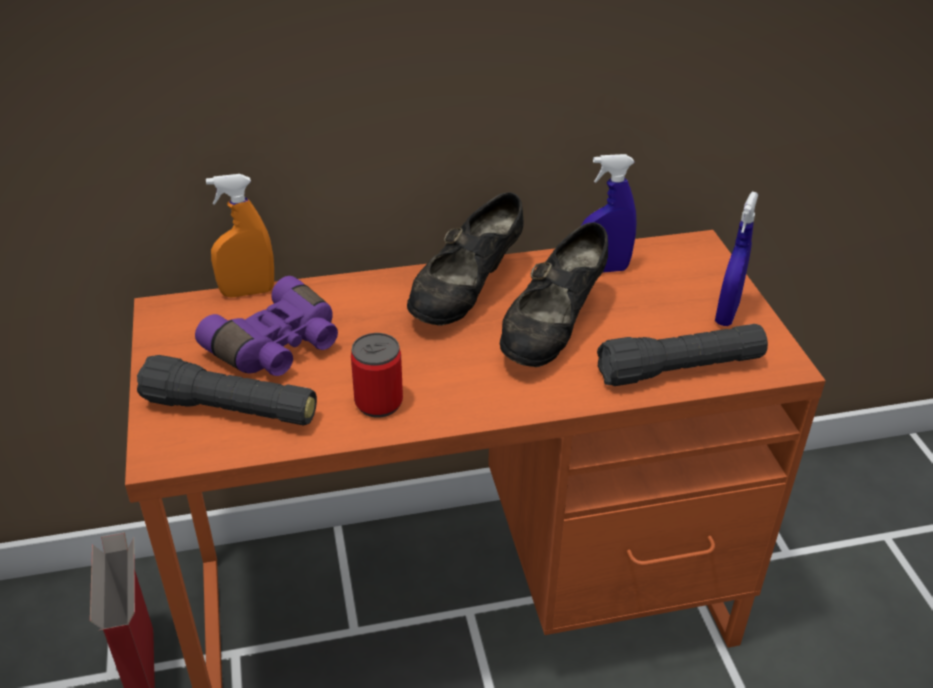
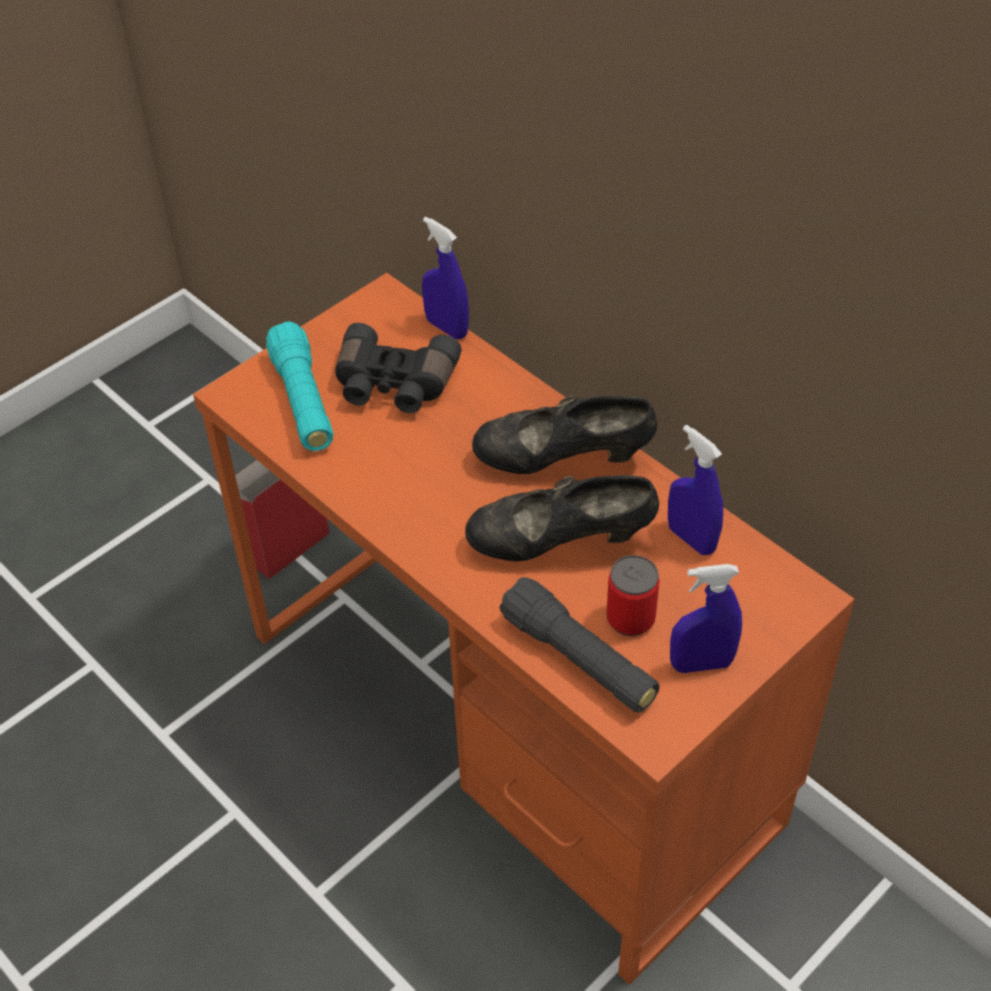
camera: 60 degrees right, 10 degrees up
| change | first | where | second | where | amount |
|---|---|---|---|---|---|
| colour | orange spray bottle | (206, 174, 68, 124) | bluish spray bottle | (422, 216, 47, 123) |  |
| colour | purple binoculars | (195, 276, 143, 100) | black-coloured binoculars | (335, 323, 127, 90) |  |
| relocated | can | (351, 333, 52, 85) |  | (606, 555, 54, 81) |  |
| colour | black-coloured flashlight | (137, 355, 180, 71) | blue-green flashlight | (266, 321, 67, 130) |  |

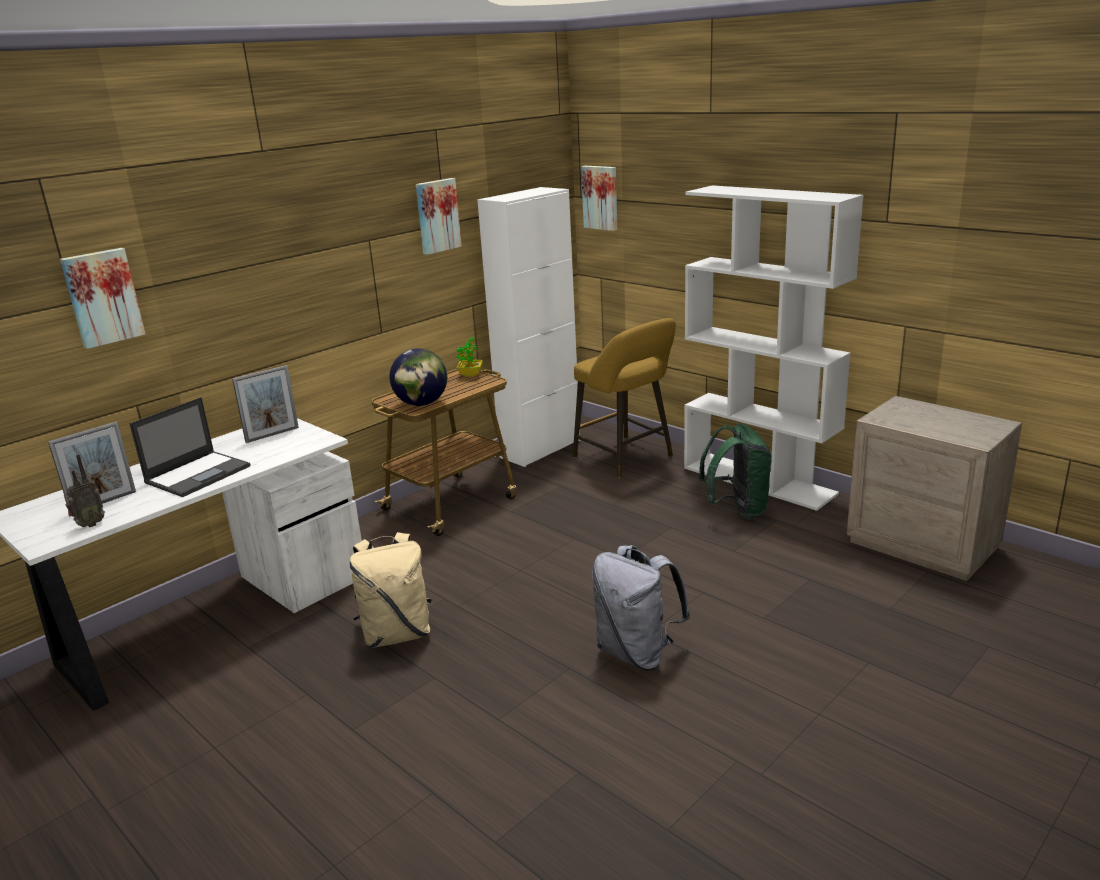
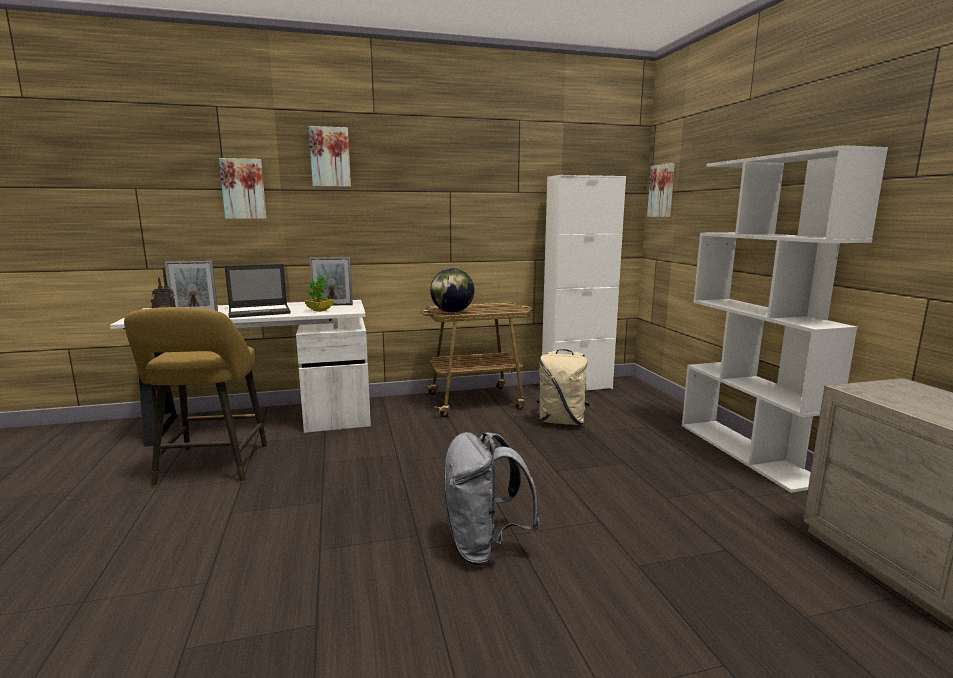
camera: 30 degrees right, 10 degrees down
| change | first | where | second | where | amount |
|---|---|---|---|---|---|
| relocated | picture | (416, 178, 46, 77) |  | (309, 126, 42, 61) |  |
| relocated | yellowish sitting stool | (573, 318, 103, 160) |  | (124, 307, 143, 179) |  |
| relocated | plant in a pot | (457, 337, 26, 40) |  | (305, 276, 29, 36) |  |
| missing | green-coloured knapsack | (699, 423, 73, 96) |  |  |  |
| relocated | beige-coloured knapsack | (350, 532, 82, 116) |  | (537, 349, 53, 76) |  |

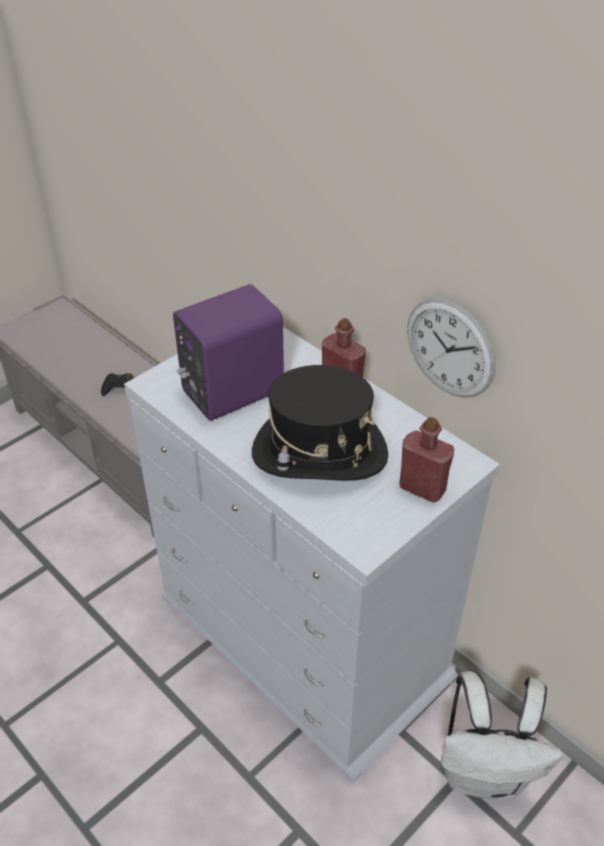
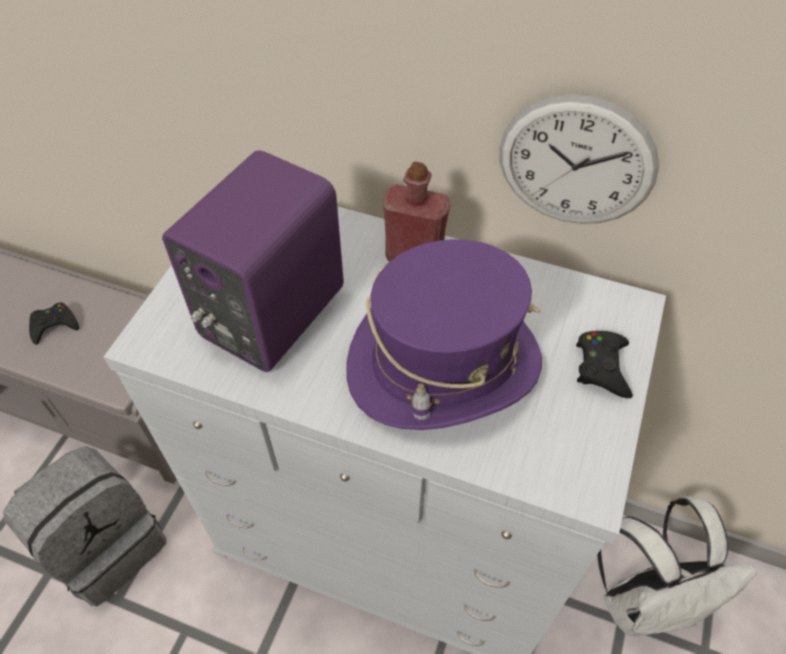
camera: 25 degrees left, 10 degrees up
| change | first | where | second | where | amount |
|---|---|---|---|---|---|
| colour | black-coloured wearable hat | (252, 365, 136, 116) | purple wearable hat | (346, 239, 196, 191) |  |
| exchanged | red-coloured beverage bottle | (399, 417, 55, 86) | black-coloured joypad | (576, 331, 57, 67) |  |
| appeared |  |  | greyish knapsack | (3, 446, 163, 160) |  |

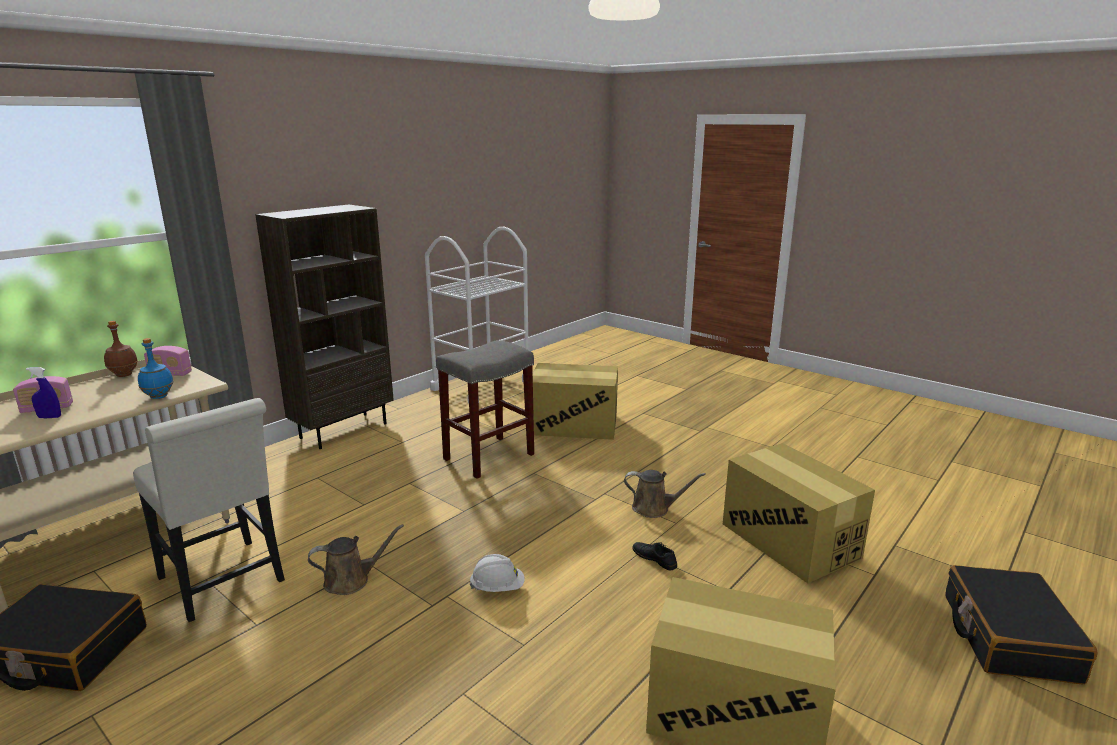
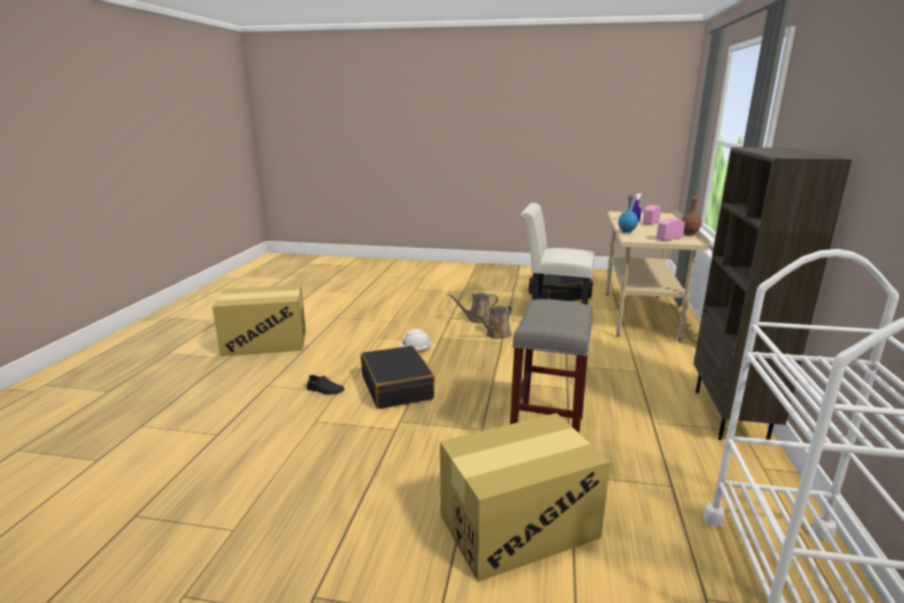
camera: 150 degrees right, 0 degrees up
| change | first | where | second | where | amount |
|---|---|---|---|---|---|
| missing | packing box | (723, 443, 152, 140) |  |  |  |
| relocated | brown sprinkling can | (624, 470, 82, 48) |  | (448, 293, 50, 30) |  |
| relocated | black-coloured suitcase | (945, 565, 153, 119) |  | (361, 345, 74, 64) |  |

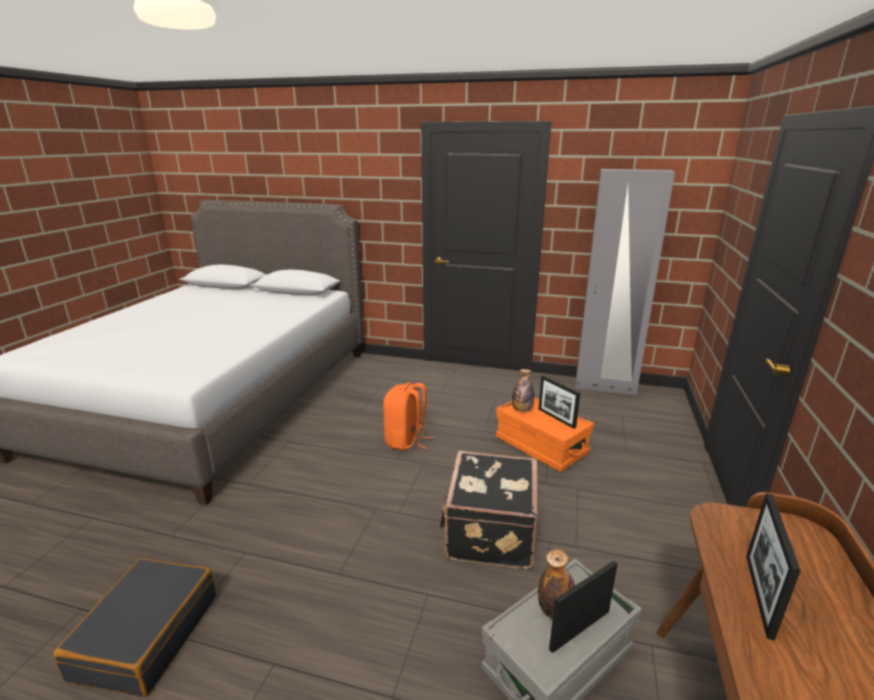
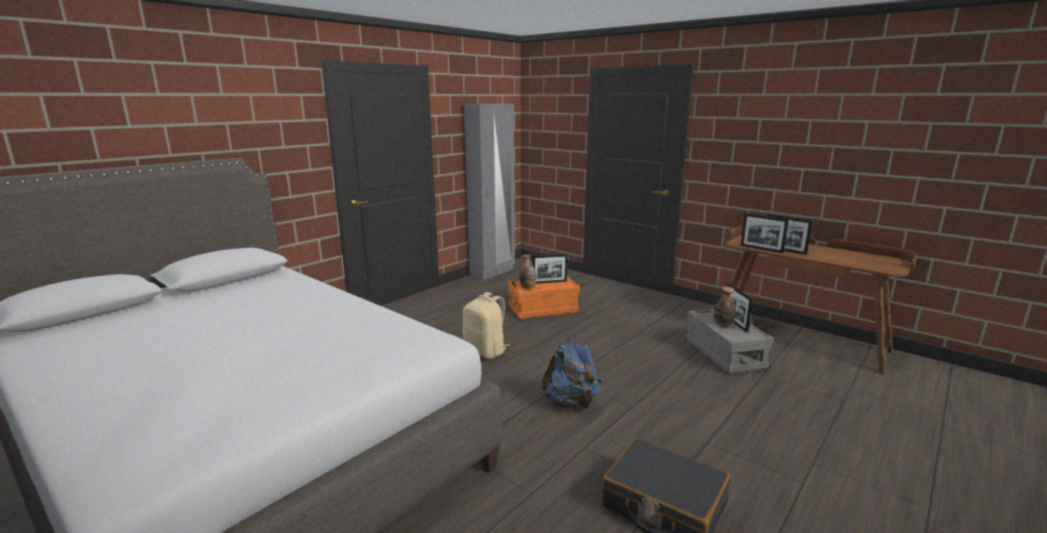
camera: 65 degrees left, 5 degrees down
| change | first | where | second | where | amount |
|---|---|---|---|---|---|
| colour | orange knapsack | (383, 383, 51, 68) | beige-coloured knapsack | (463, 292, 46, 67) |  |
| missing | black-coloured suitcase | (439, 451, 99, 118) |  |  |  |
| appeared |  |  | picture frame | (741, 213, 48, 40) |  |
| appeared |  |  | bluish knapsack | (541, 335, 60, 74) |  |

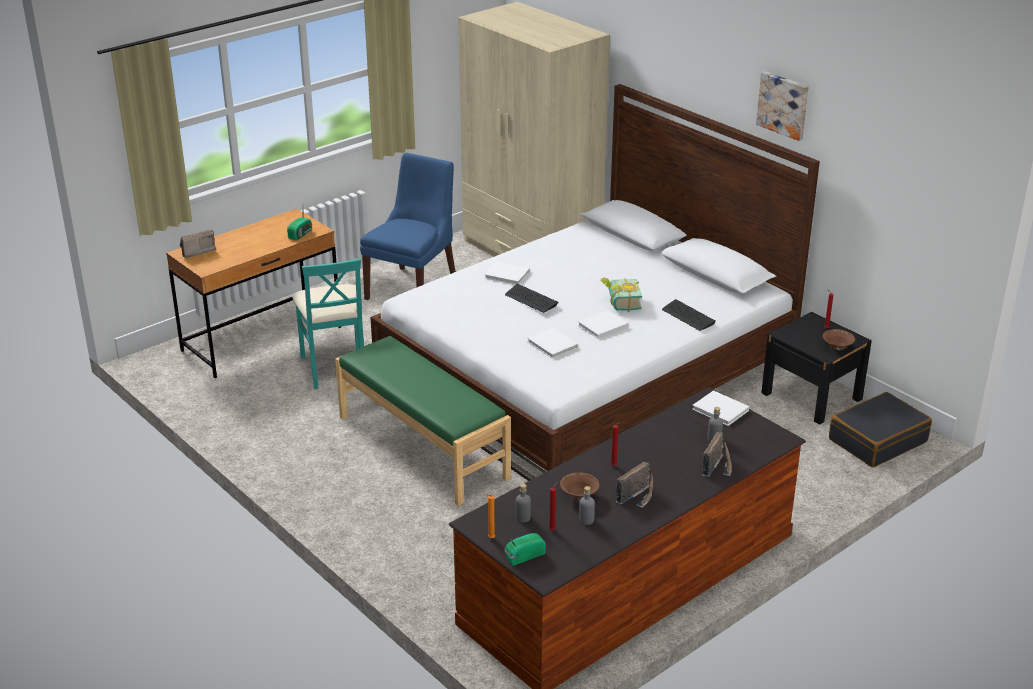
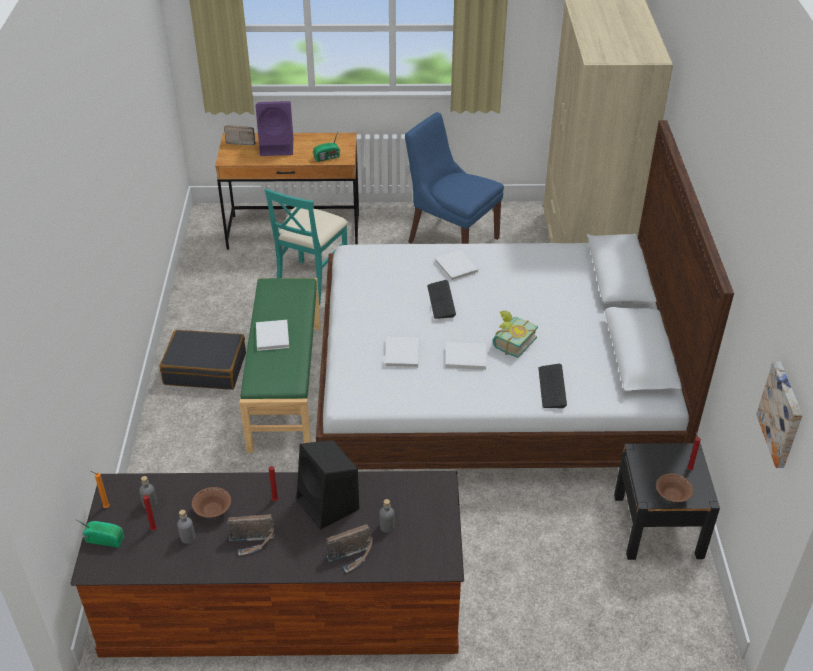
camera: 40 degrees right, 10 degrees up
| change | first | where | second | where | amount |
|---|---|---|---|---|---|
| relocated | picture | (756, 71, 53, 70) |  | (756, 362, 47, 106) |  |
| spun | bluish upright chair | (360, 153, 96, 147) |  | (405, 112, 99, 132) | 120 degrees counterclockwise |
| relocated | whitish book | (692, 390, 57, 36) |  | (256, 320, 33, 31) |  |
| relocated | black-coloured suitcase | (829, 392, 103, 75) |  | (159, 330, 87, 60) |  |
| appeared |  |  | purple speaker | (255, 101, 38, 55) |  |
| appeared |  |  | black-coloured speaker | (296, 440, 63, 90) |  |

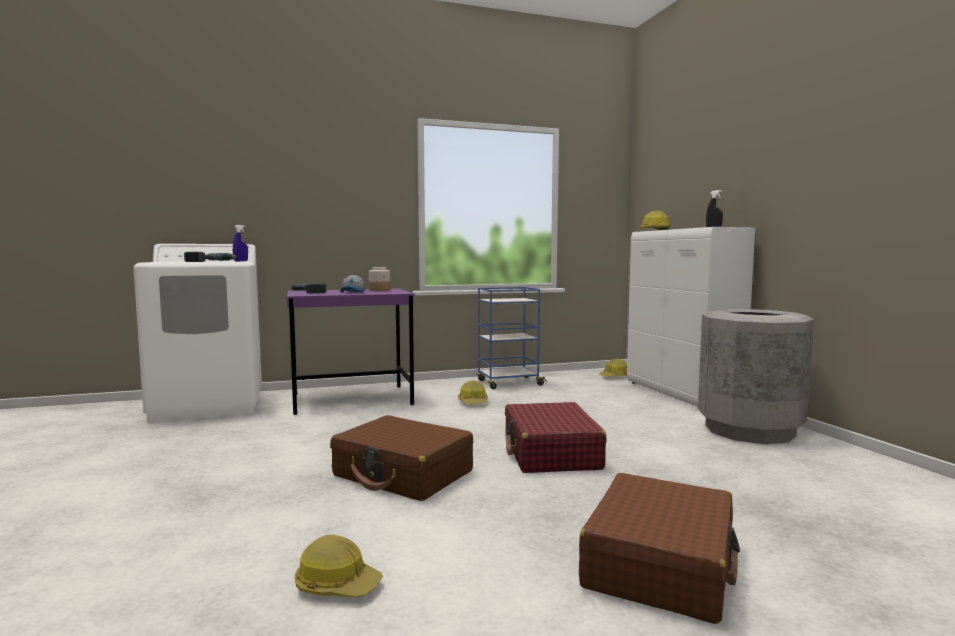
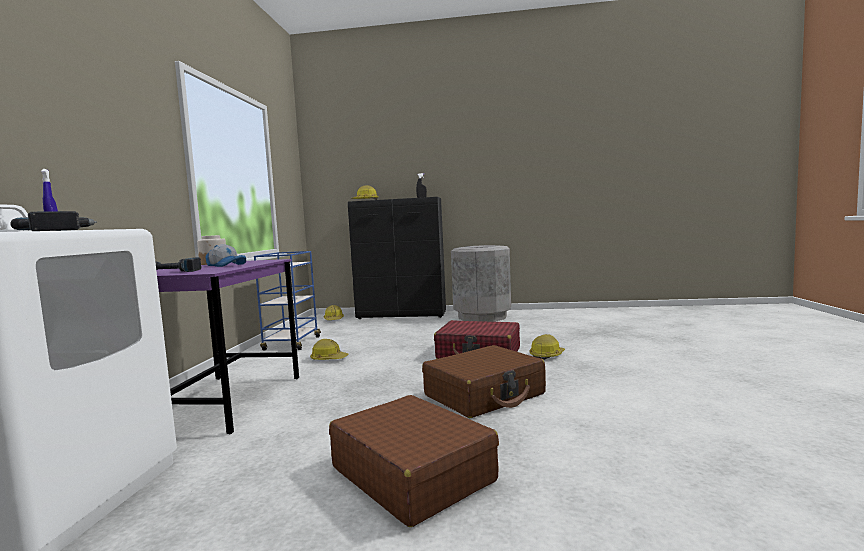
camera: 65 degrees left, 0 degrees up
| change | first | where | second | where | amount |
|---|---|---|---|---|---|
| colour | whitish storage cabinet | (627, 227, 128, 180) | black-coloured storage cabinet | (348, 197, 98, 122) |  |
| relocated | brown suitcase | (579, 473, 161, 151) |  | (329, 395, 170, 132) |  |
| relocated | hard hat | (295, 535, 88, 62) |  | (529, 334, 36, 26) |  |

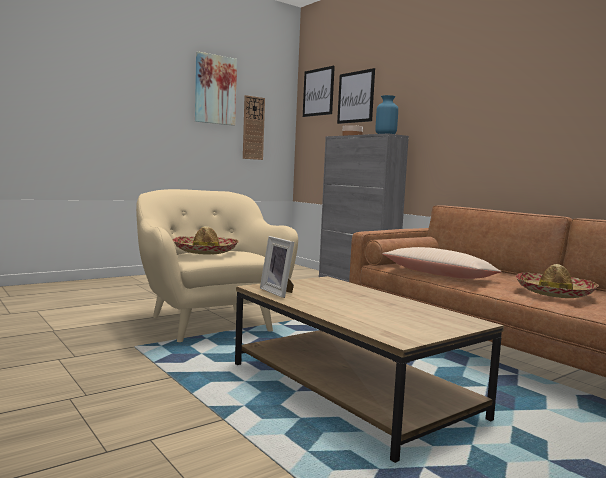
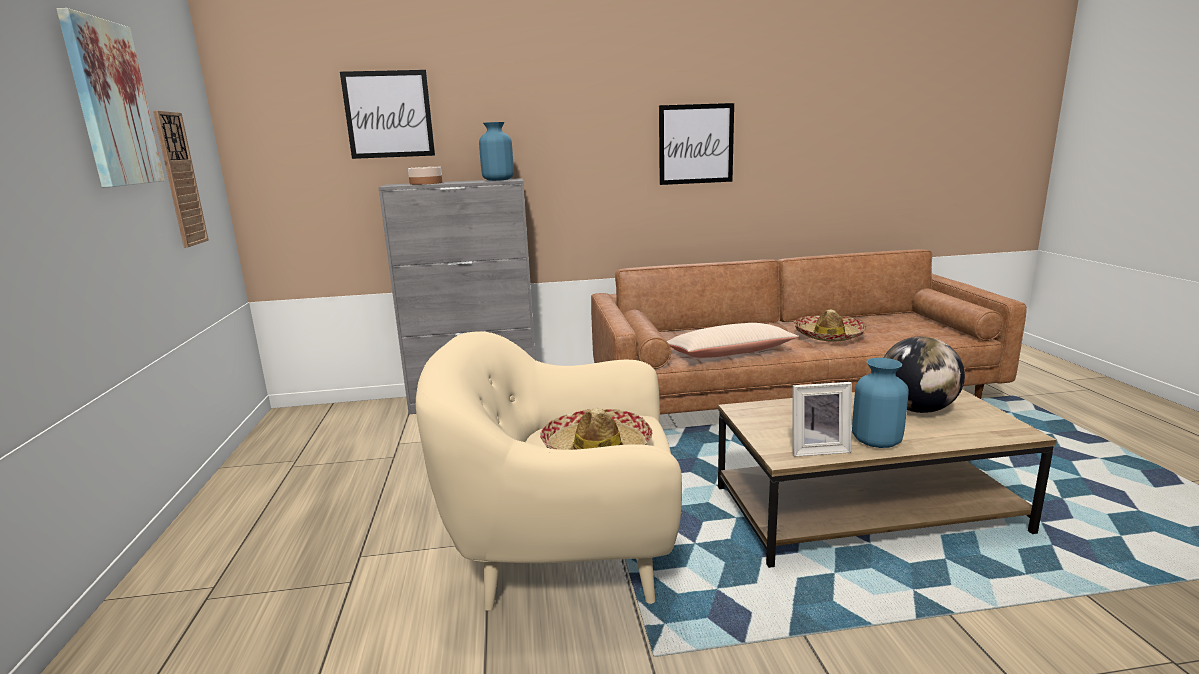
camera: 60 degrees left, 10 degrees up
| change | first | where | second | where | amount |
|---|---|---|---|---|---|
| relocated | picture | (303, 66, 32, 51) |  | (659, 103, 75, 82) |  |
| appeared |  |  | world globe | (884, 336, 81, 77) |  |
| appeared |  |  | bluish flower vase | (852, 358, 57, 90) |  |

